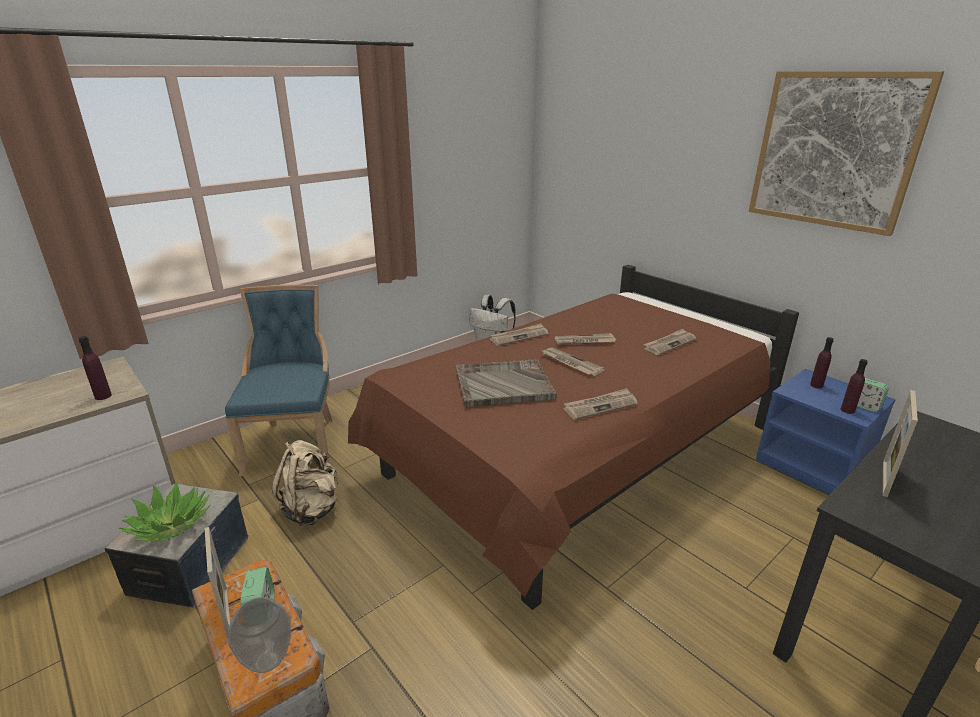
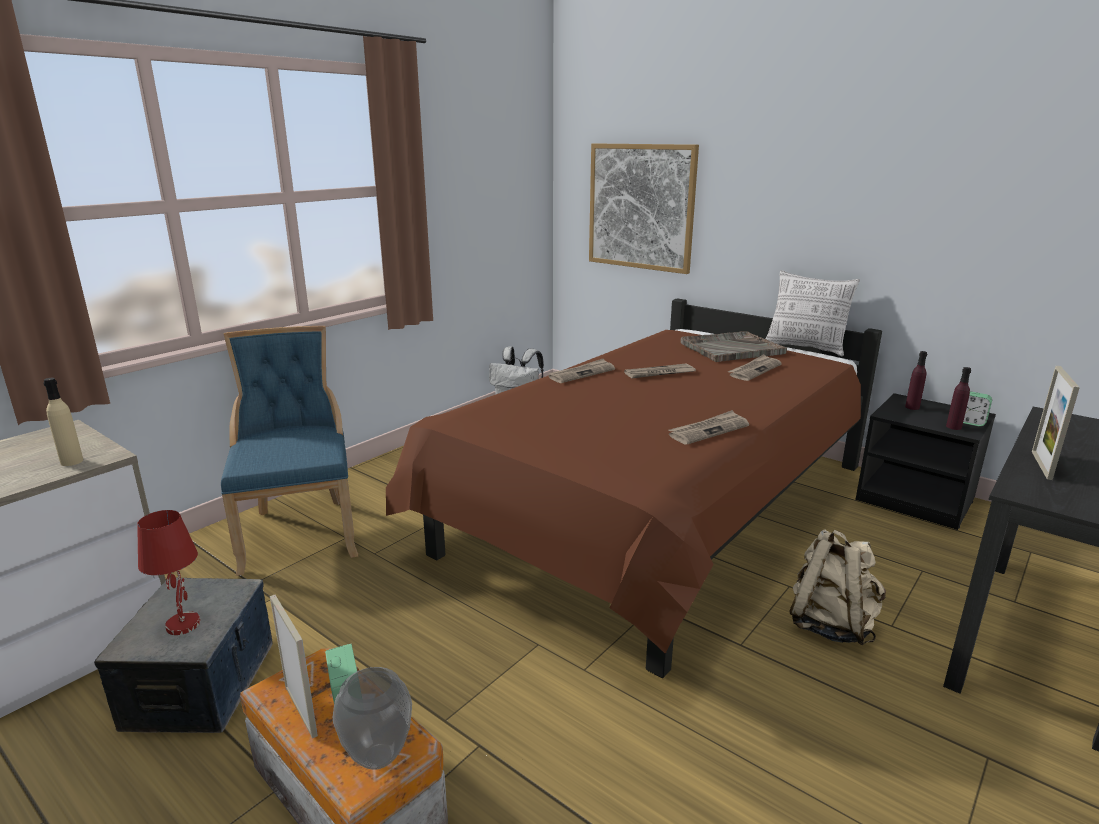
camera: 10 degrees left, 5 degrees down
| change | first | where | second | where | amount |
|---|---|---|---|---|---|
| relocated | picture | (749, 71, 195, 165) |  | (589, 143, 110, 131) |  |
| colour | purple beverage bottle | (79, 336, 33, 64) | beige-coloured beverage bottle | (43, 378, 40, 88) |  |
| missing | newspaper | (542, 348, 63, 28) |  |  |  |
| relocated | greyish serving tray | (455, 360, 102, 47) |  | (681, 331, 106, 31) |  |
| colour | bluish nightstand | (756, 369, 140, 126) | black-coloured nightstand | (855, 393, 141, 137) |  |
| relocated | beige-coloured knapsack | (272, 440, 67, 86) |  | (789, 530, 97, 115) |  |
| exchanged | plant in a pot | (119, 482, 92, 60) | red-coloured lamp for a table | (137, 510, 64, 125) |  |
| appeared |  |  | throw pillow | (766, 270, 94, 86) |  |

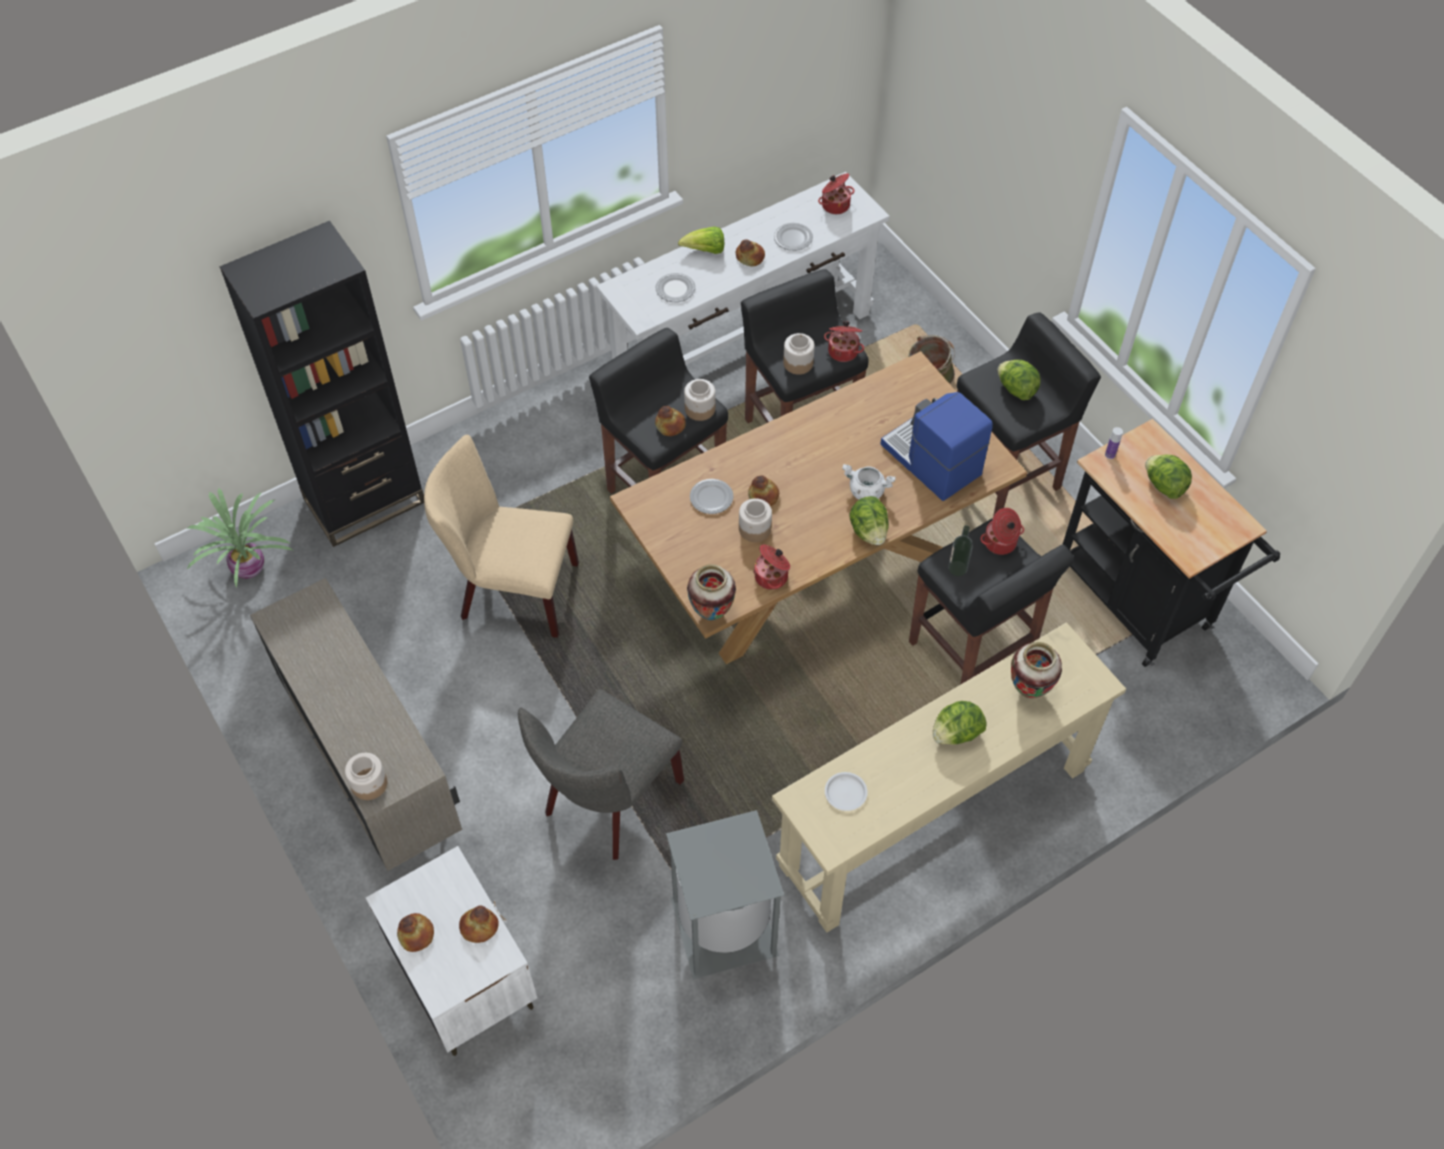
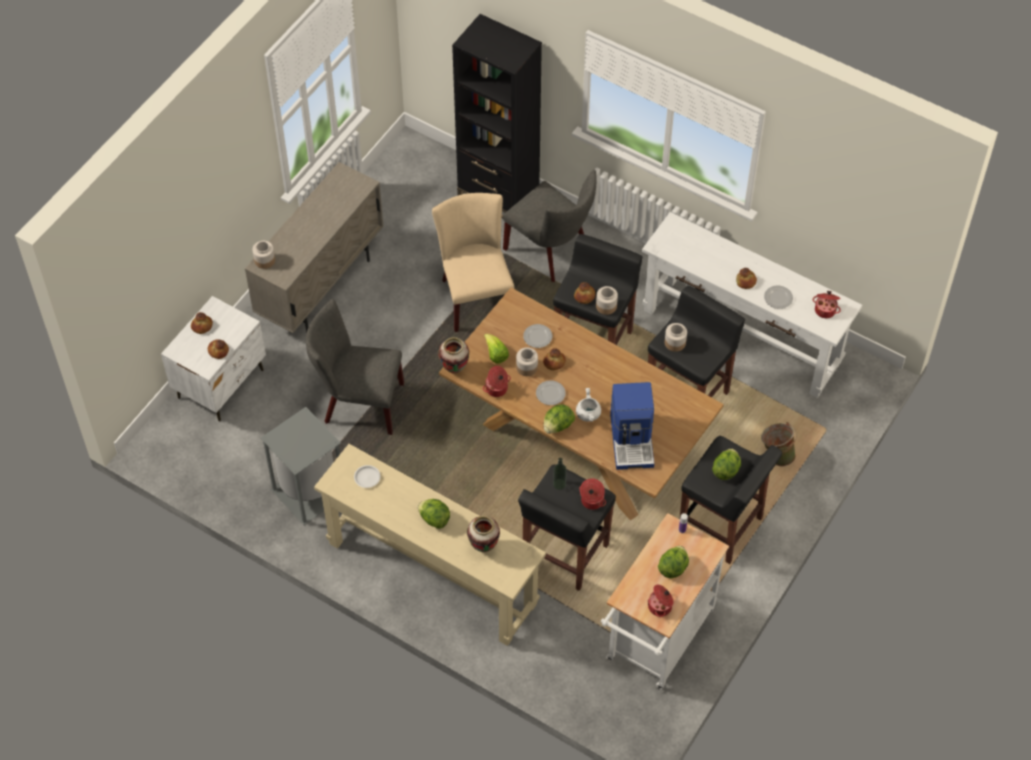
camera: 65 degrees right, 0 degrees up
| change | first | where | second | where | amount |
|---|---|---|---|---|---|
| relocated | head of lettuce | (678, 227, 46, 27) |  | (484, 334, 25, 29) |  |
| relocated | dinner plate | (656, 273, 39, 29) |  | (536, 380, 30, 25) |  |
| relocated | saucepot | (824, 321, 40, 41) |  | (647, 585, 27, 32) |  |
| spun | coffee machine | (881, 392, 112, 109) |  | (610, 382, 44, 88) | 150 degrees clockwise |
| colour | black-coloured cart | (1062, 419, 218, 248) | whitish cart | (601, 513, 128, 177) |  |
| missing | plant in a pot | (187, 488, 106, 100) |  |  |  |
| appeared |  |  | greyish upright chair | (503, 170, 94, 112) |  |

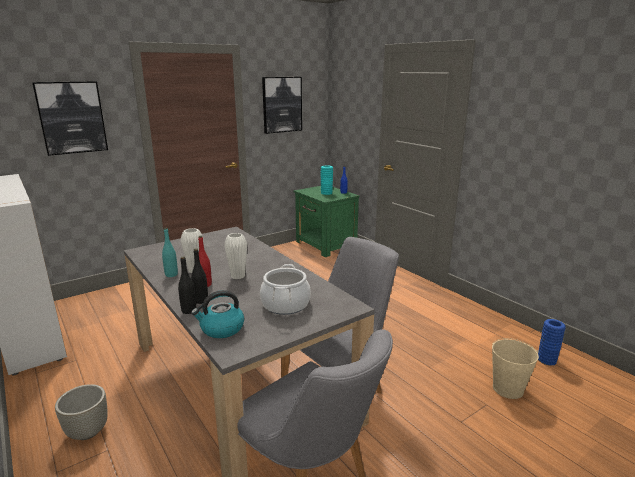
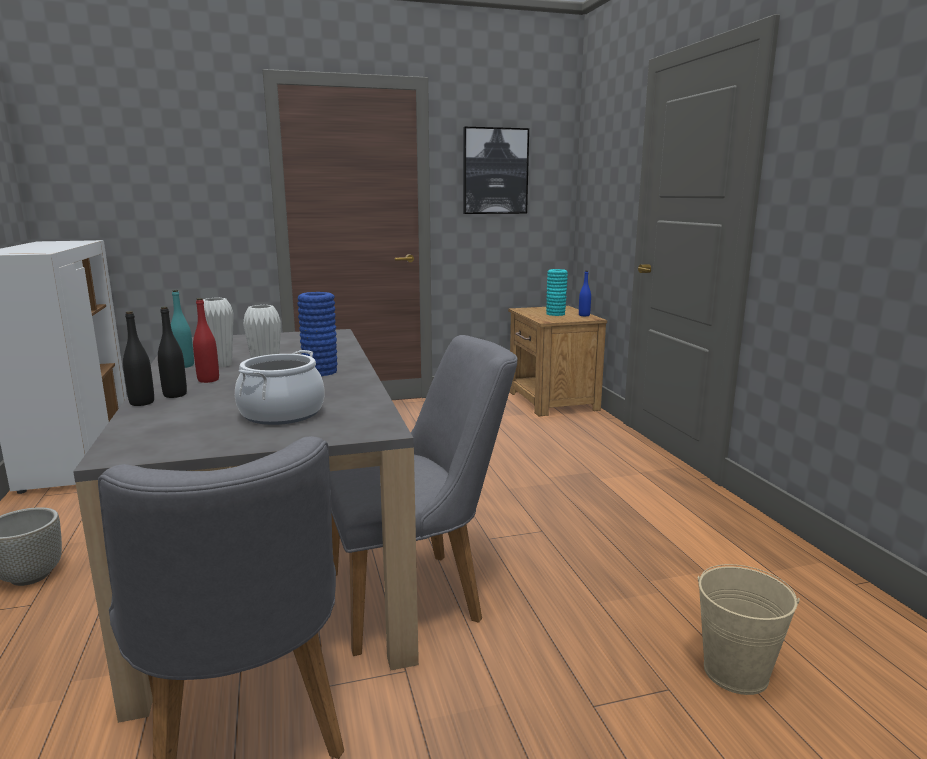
camera: 20 degrees right, 5 degrees down
| change | first | where | second | where | amount |
|---|---|---|---|---|---|
| missing | picture | (32, 81, 76, 75) |  |  |  |
| colour | green-coloured nightstand | (294, 186, 66, 71) | brown nightstand | (508, 306, 99, 111) |  |
| missing | water kettle | (191, 290, 53, 48) |  |  |  |
| relocated | bluish flower vase | (538, 319, 28, 47) |  | (297, 292, 40, 84) |  |

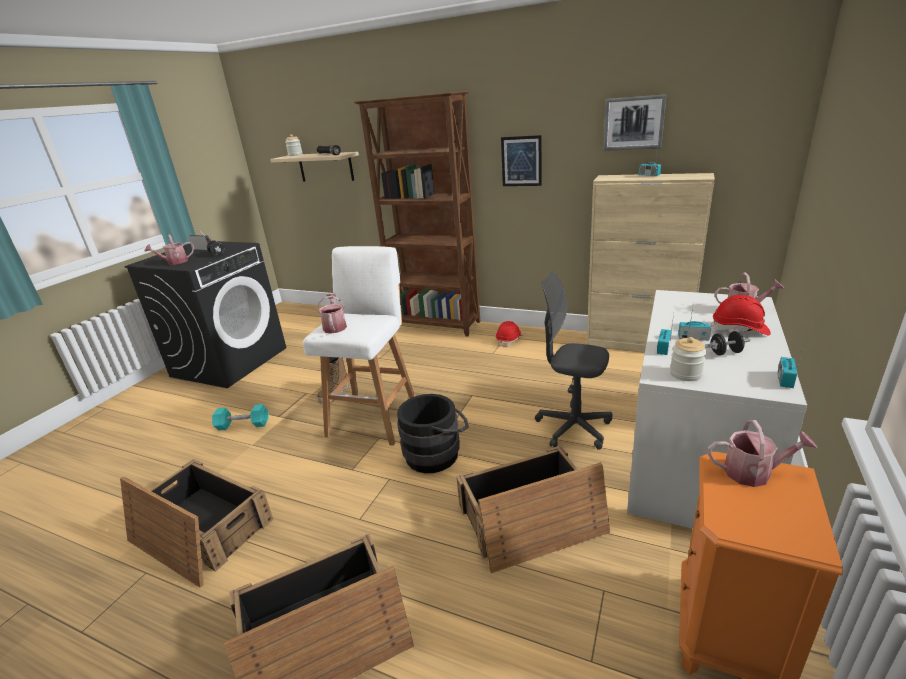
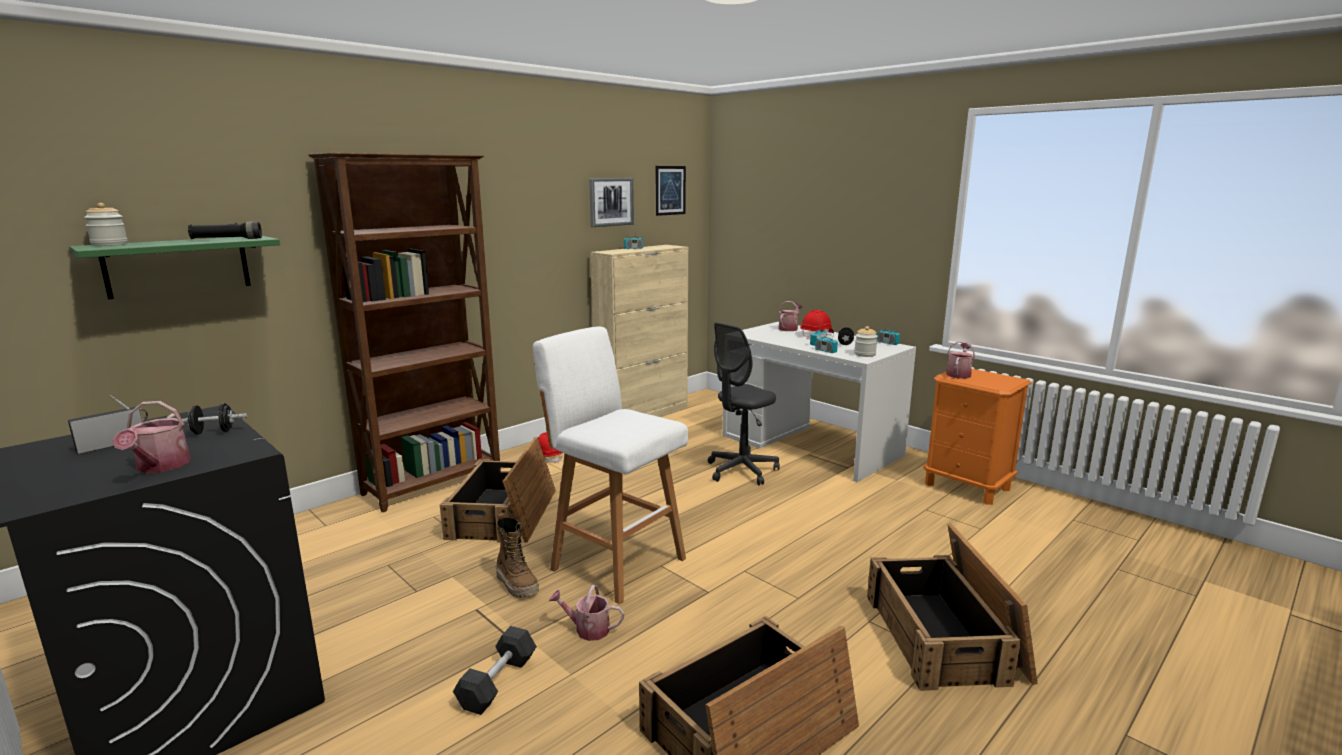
camera: 70 degrees left, 10 degrees down
| change | first | where | second | where | amount |
|---|---|---|---|---|---|
| relocated | picture | (501, 135, 41, 51) |  | (656, 166, 30, 50) |  |
| colour | beige-coloured shelf | (270, 152, 89, 30) | green-coloured shelf | (69, 236, 211, 63) |  |
| relocated | sprinkling can | (318, 293, 29, 41) |  | (549, 585, 75, 56) |  |
| missing | black-coloured water bucket | (397, 394, 72, 79) |  |  |  |
| colour | blue-green free weight | (212, 404, 57, 27) | greyish free weight | (453, 626, 84, 89) |  |
| relocated | packing crate | (456, 446, 154, 127) |  | (440, 437, 116, 106) |  |

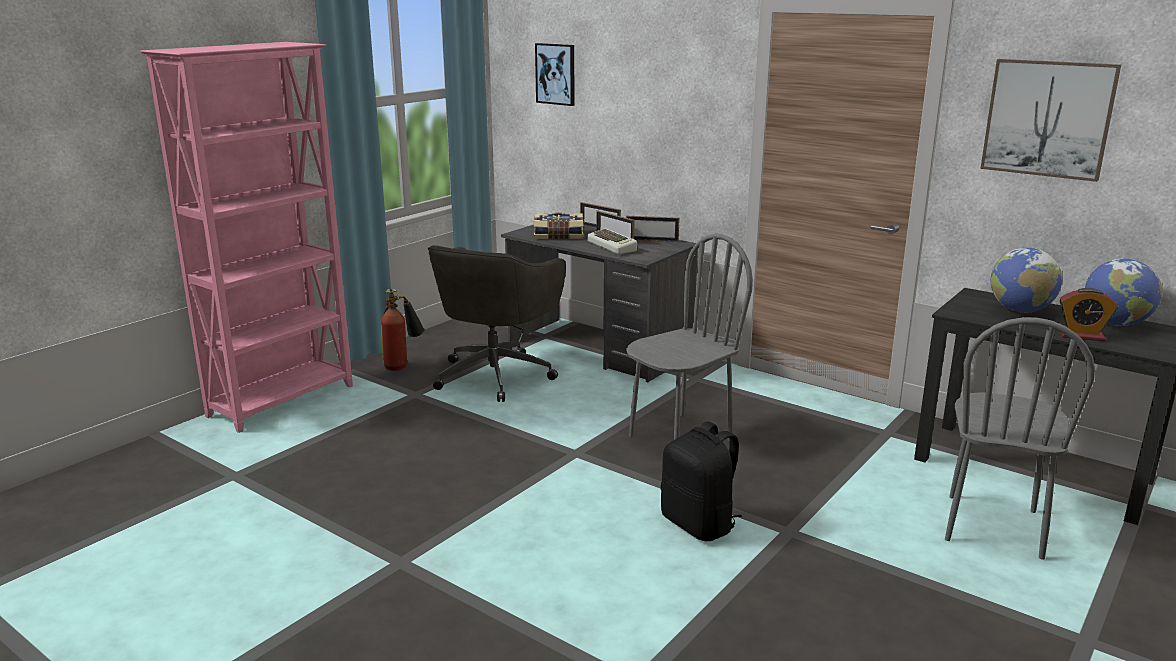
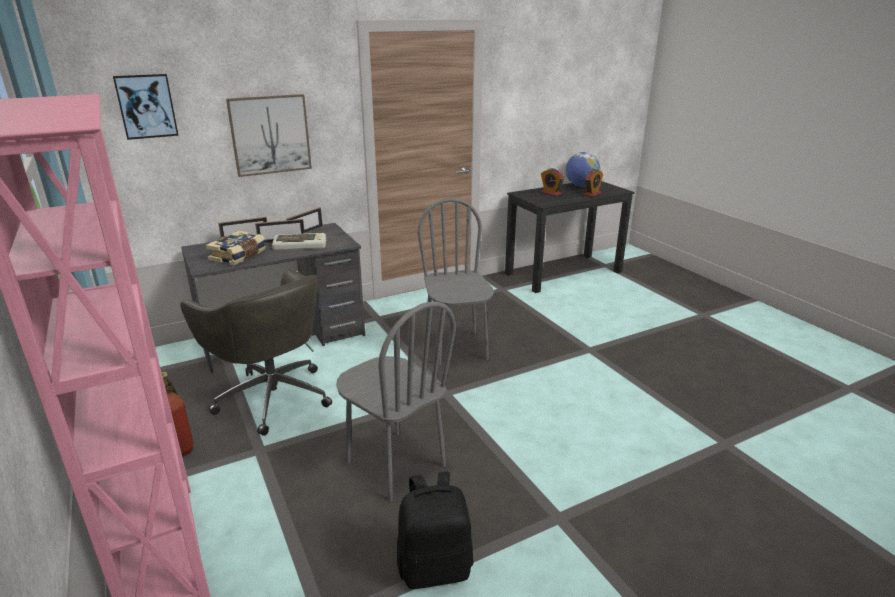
camera: 65 degrees left, 5 degrees up
| change | first | where | second | where | amount |
|---|---|---|---|---|---|
| relocated | picture | (980, 59, 141, 123) |  | (226, 94, 86, 83) |  |
| exchanged | world globe | (991, 248, 71, 65) | alarm clock | (541, 168, 24, 28) |  |
| relocated | greyish upright chair | (945, 317, 150, 243) |  | (336, 302, 120, 200) |  |
| relocated | black-coloured knapsack | (661, 421, 81, 120) |  | (397, 472, 76, 117) |  |

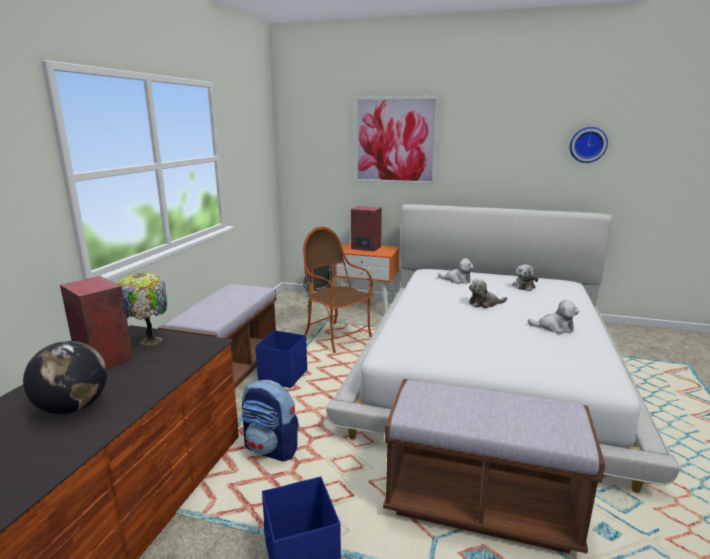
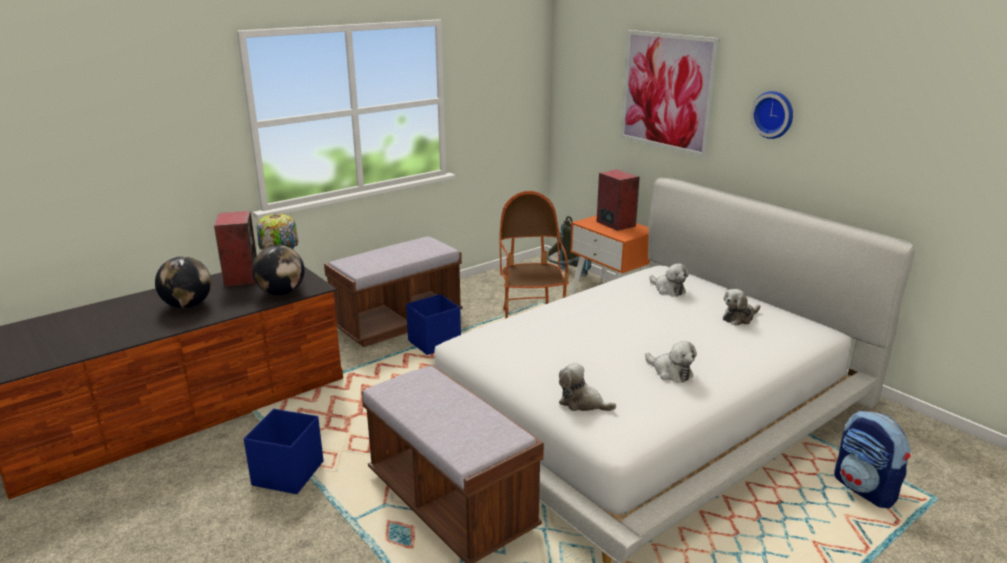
camera: 35 degrees right, 5 degrees up
| change | first | where | second | where | amount |
|---|---|---|---|---|---|
| relocated | clock on the wall | (570, 127, 38, 36) |  | (750, 91, 43, 48) |  |
| relocated | cuddly toy | (469, 278, 38, 30) |  | (559, 363, 57, 48) |  |
| relocated | knapsack | (242, 380, 57, 82) |  | (834, 411, 76, 97) |  |
| appeared |  |  | world globe | (252, 245, 53, 50) |  |

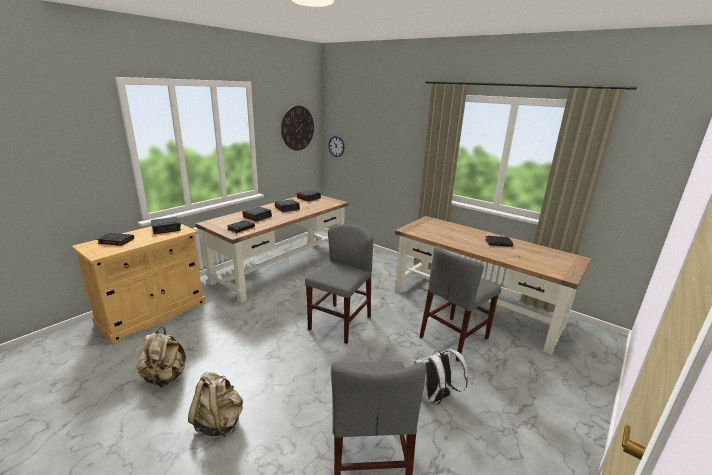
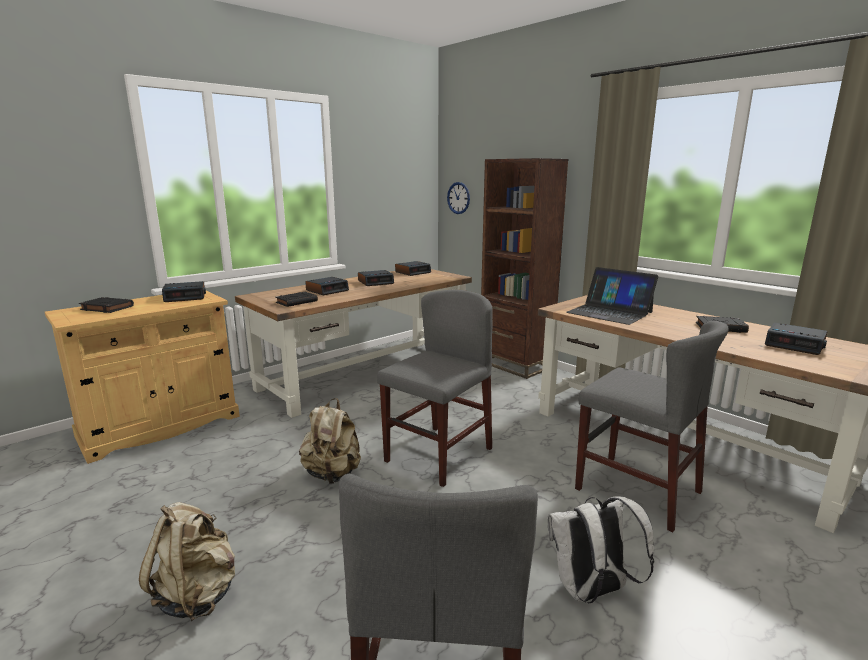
camera: 10 degrees right, 5 degrees down
| change | first | where | second | where | amount |
|---|---|---|---|---|---|
| missing | clock on the wall | (281, 105, 33, 46) |  |  |  |
| spun | greyish upright chair | (420, 246, 81, 115) |  | (575, 321, 154, 211) | 105 degrees counterclockwise |
| relocated | beige-coloured knapsack | (136, 327, 50, 61) |  | (299, 398, 62, 86) |  |
| appeared |  |  | brown bookcase | (481, 158, 87, 221) |  |
| appeared |  |  | portable computer | (567, 267, 91, 58) |  |
| appeared |  |  | alarm clock | (765, 323, 63, 32) |  |

